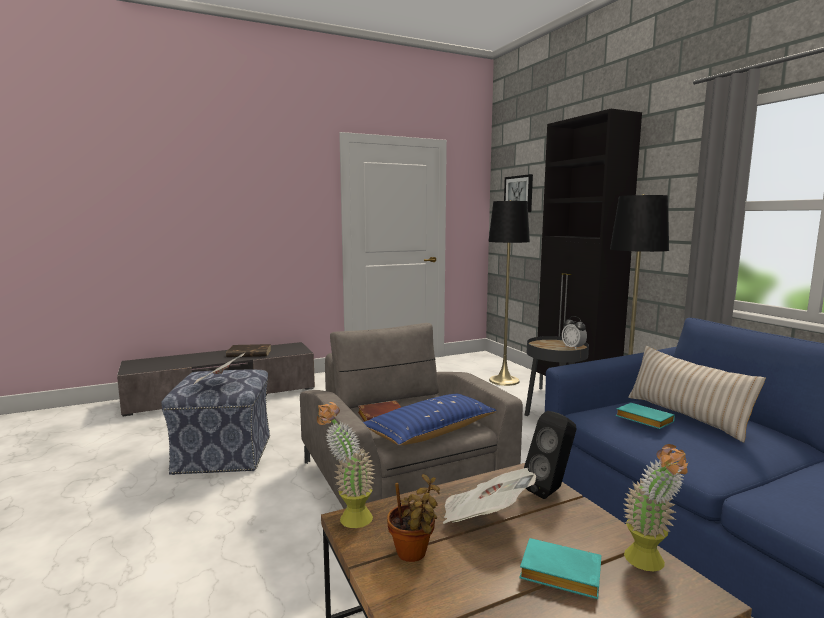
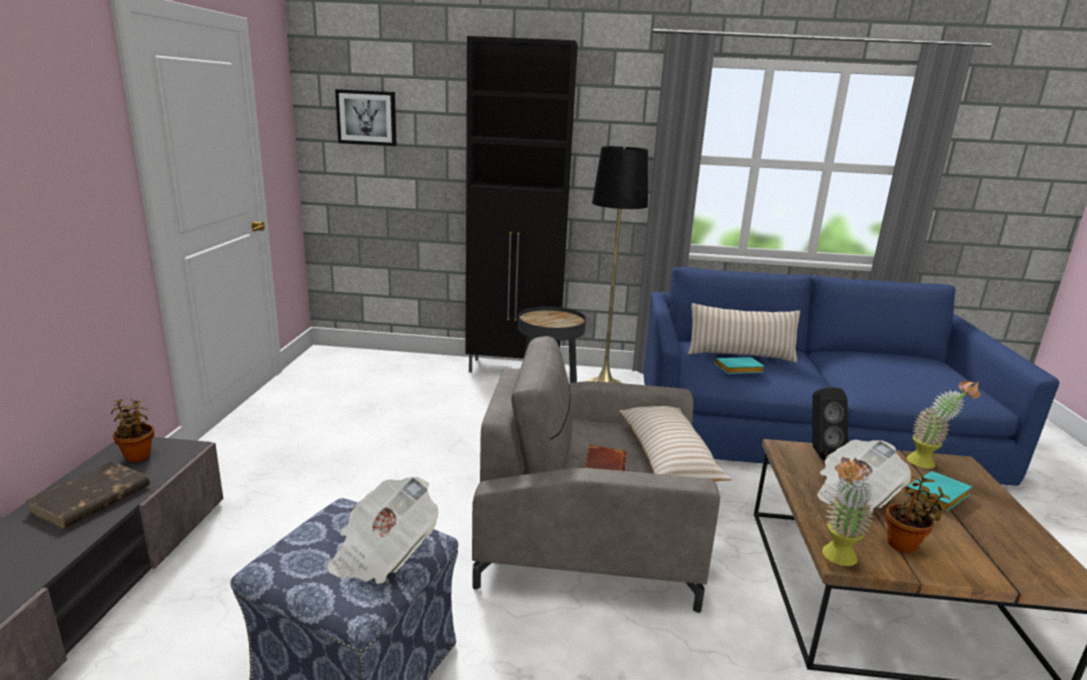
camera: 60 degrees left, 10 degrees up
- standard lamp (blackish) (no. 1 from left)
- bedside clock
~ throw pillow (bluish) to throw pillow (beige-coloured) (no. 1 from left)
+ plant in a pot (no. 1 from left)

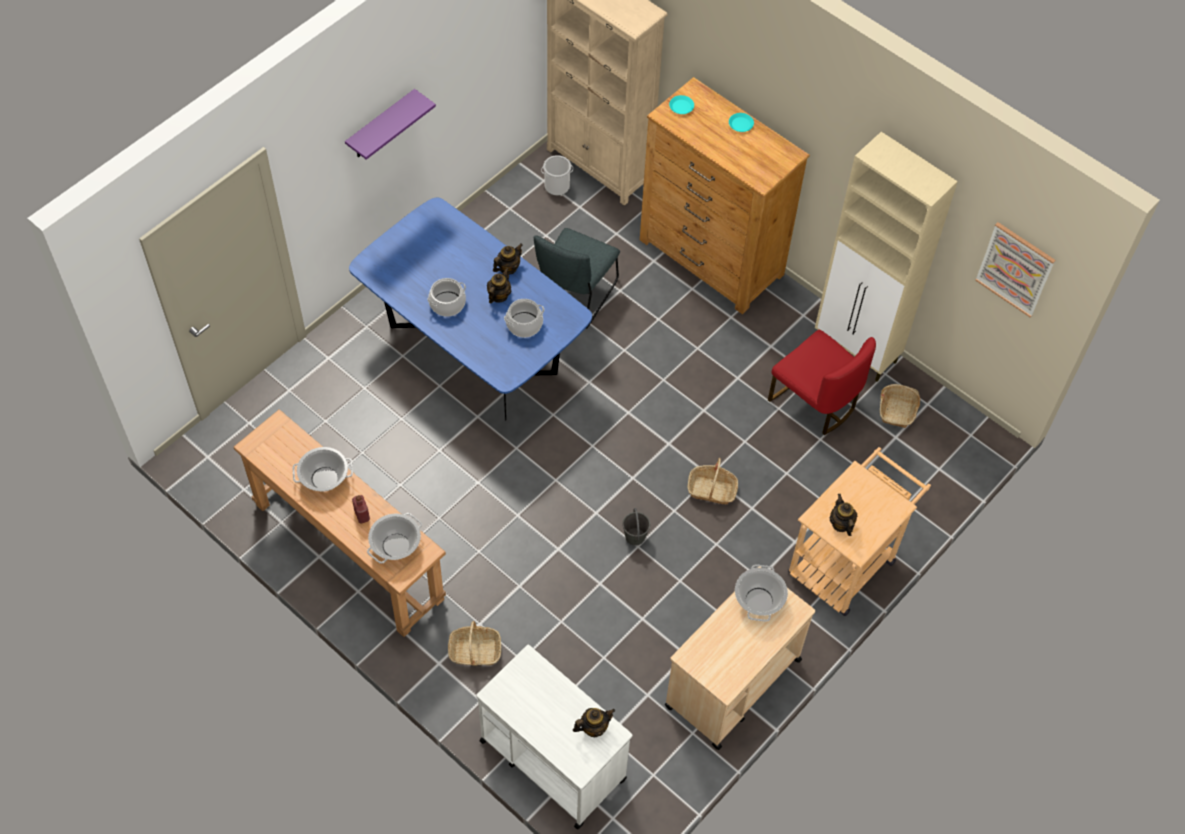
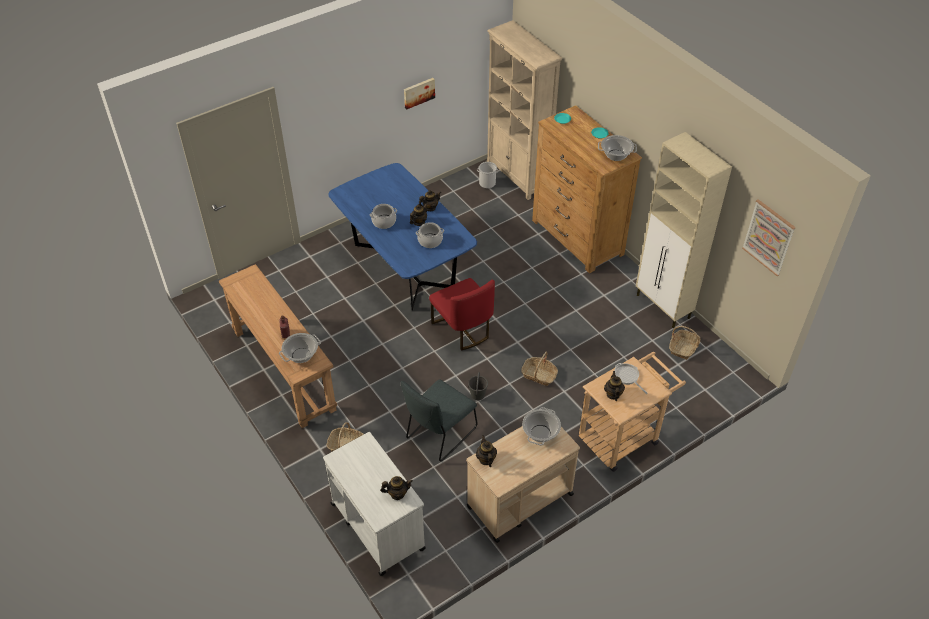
camera: 15 degrees right, 10 degrees down
- wall shelf (purple-coloured)
~ plain chair (greyish)
~ plain chair (red)
~ cooking pot (no. 1 from left in the first image) to cooking pot (no. 5 from left)
+ wall picture (no. 1 from left)
+ skillet
+ pot for tea (no. 4 from left)

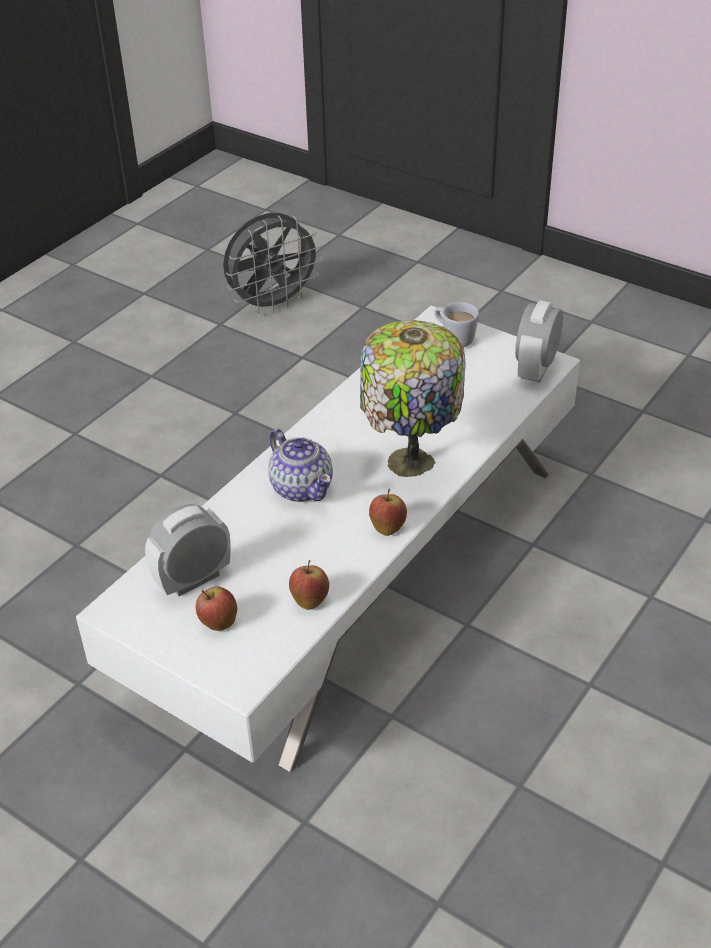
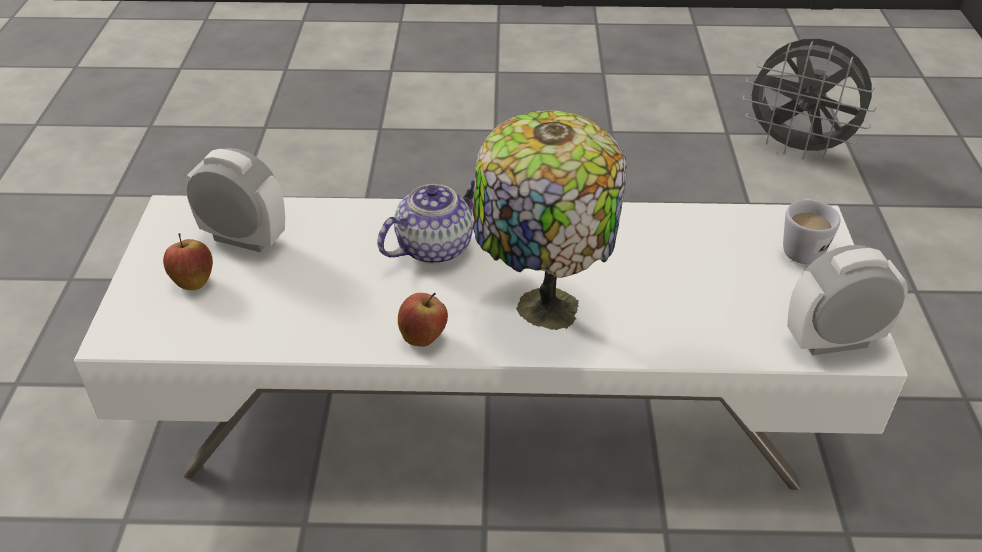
camera: 55 degrees right, 0 degrees up
~ pot for tea 150 degrees counterclockwise
- whole apple (no. 2 from left)

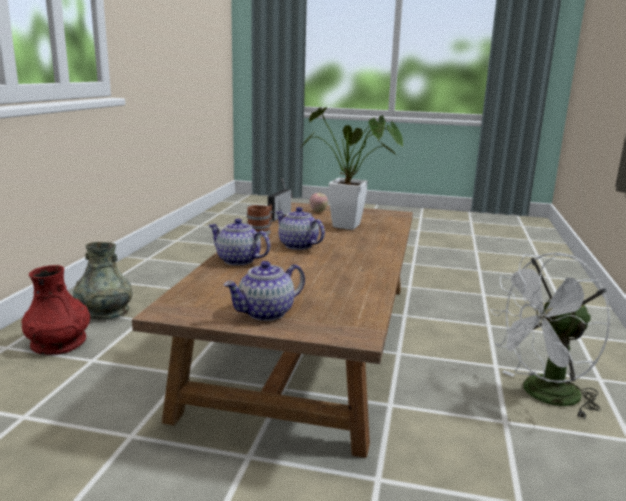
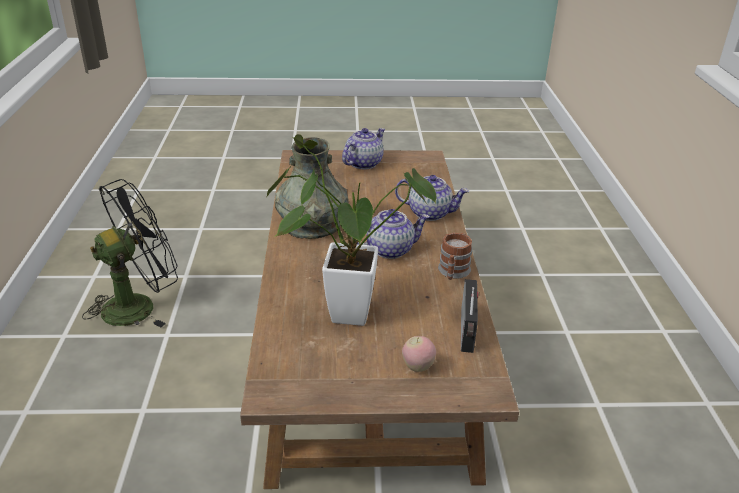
camera: 165 degrees right, 15 degrees up
~ pot for tea (no. 3 from left in the first image) 45 degrees counterclockwise
~ vase (greyish)
~ fan (whitish) to fan (blackish)
- vase (red)

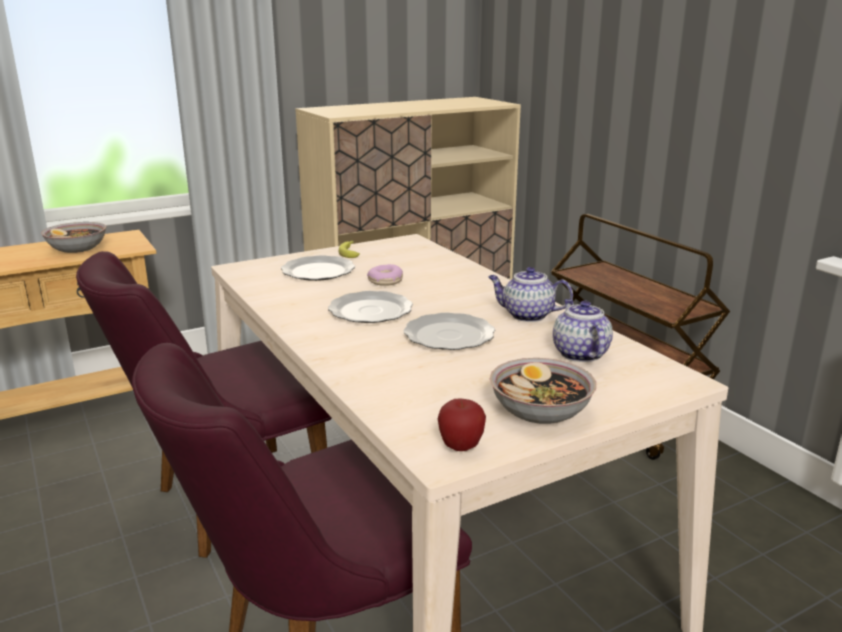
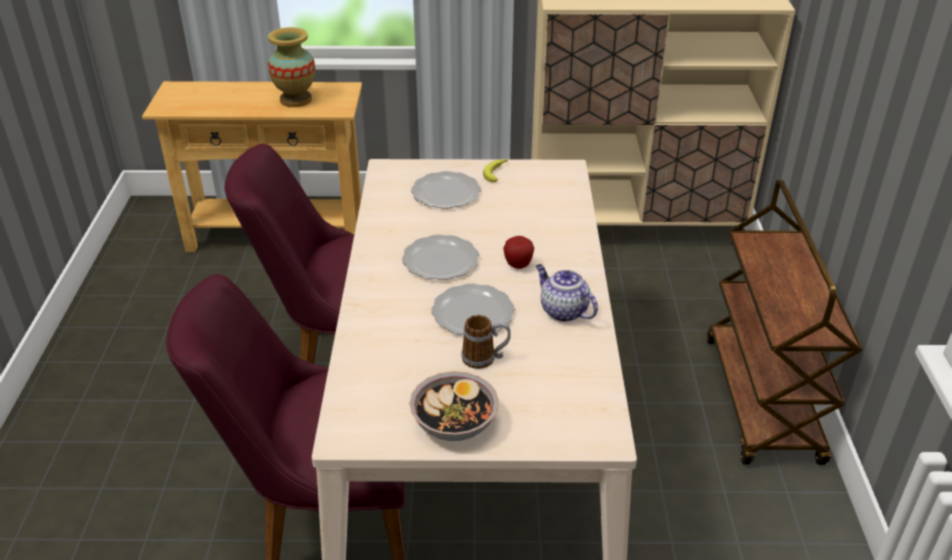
camera: 30 degrees right, 15 degrees up
~ serving bowl (no. 1 from left) to vase
- donut
- pot for tea (no. 2 from left)
~ whole apple
+ tea mug

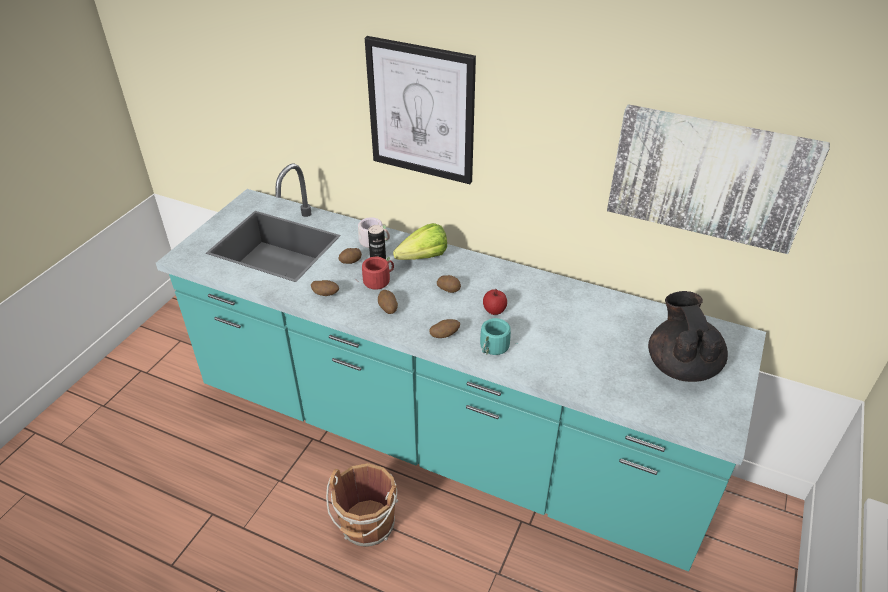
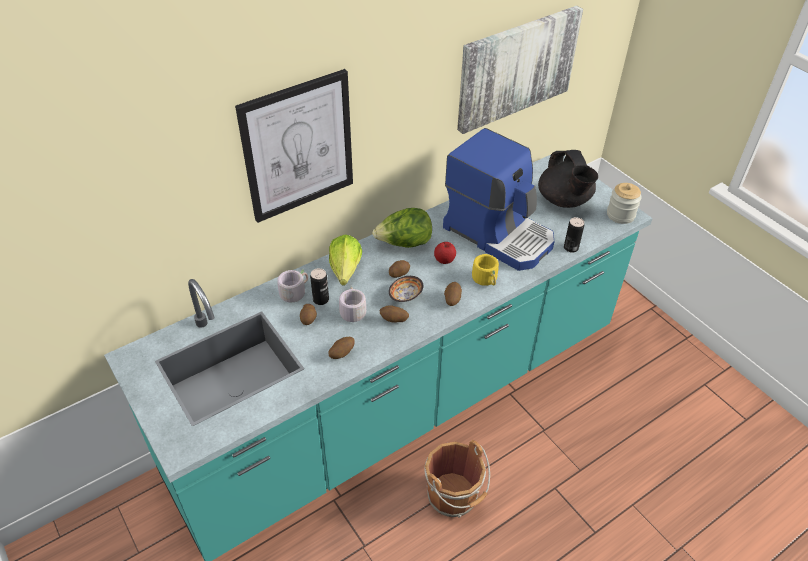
camera: 60 degrees left, 5 degrees up
~ tea mug (red) to tea mug (greyish) (no. 2 from left)
~ pot for tea (blackish) 135 degrees counterclockwise
~ tea mug (turquoise-coloured) to tea mug (yellowish)
+ coffee brewer
+ jar
+ lettuce head (no. 2 from left)
+ can (no. 2 from left)
+ serving bowl

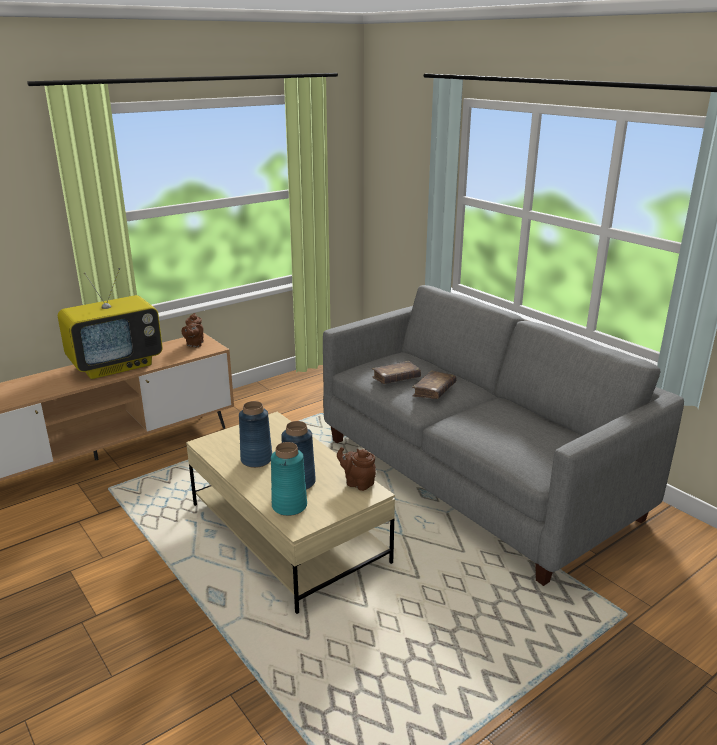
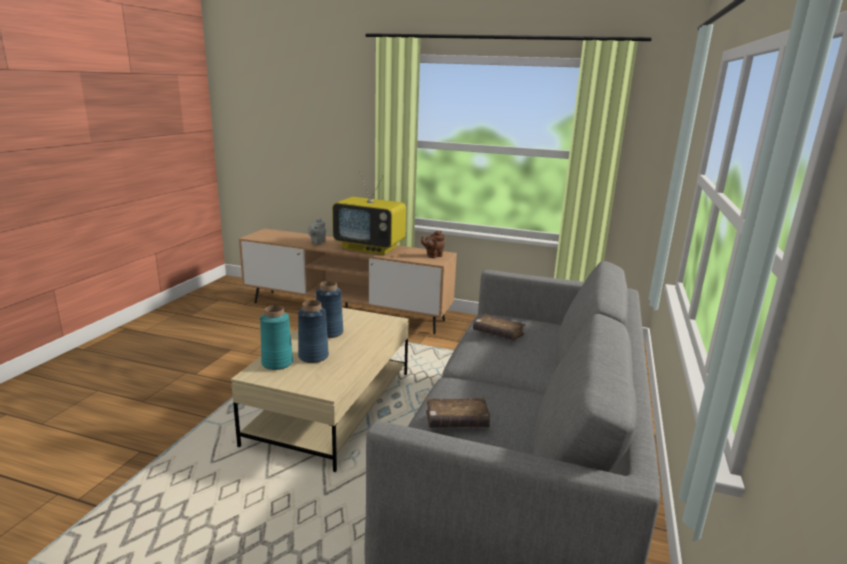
camera: 55 degrees right, 5 degrees down
~ bound book (brown) (no. 2 from left in the first image) to bound book (brown) (no. 1 from left)
- pot for tea (brown) (no. 2 from left)
+ pot for tea (greyish)

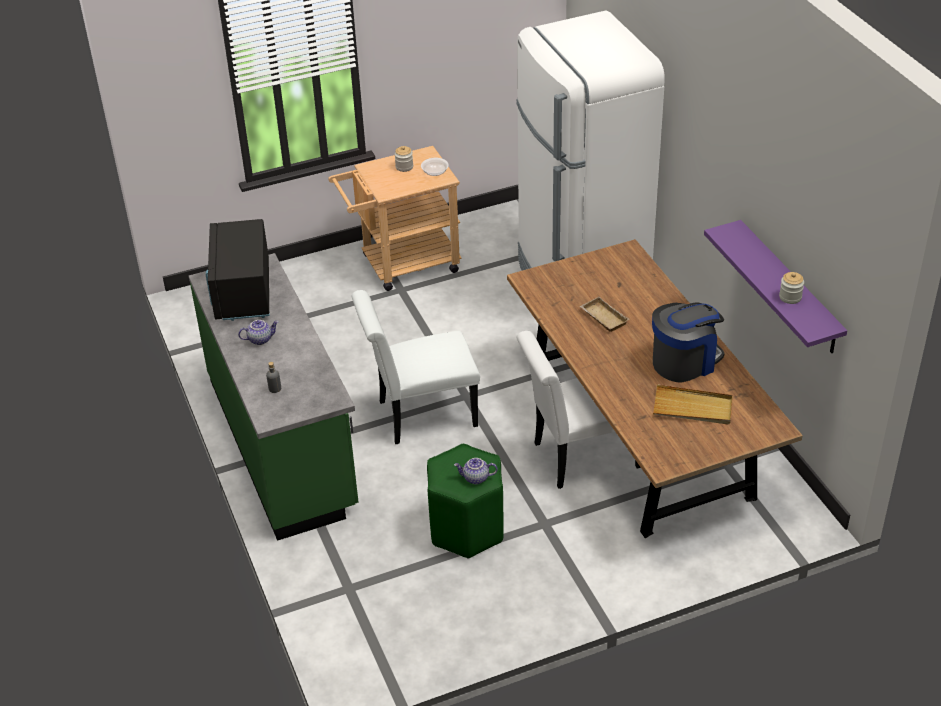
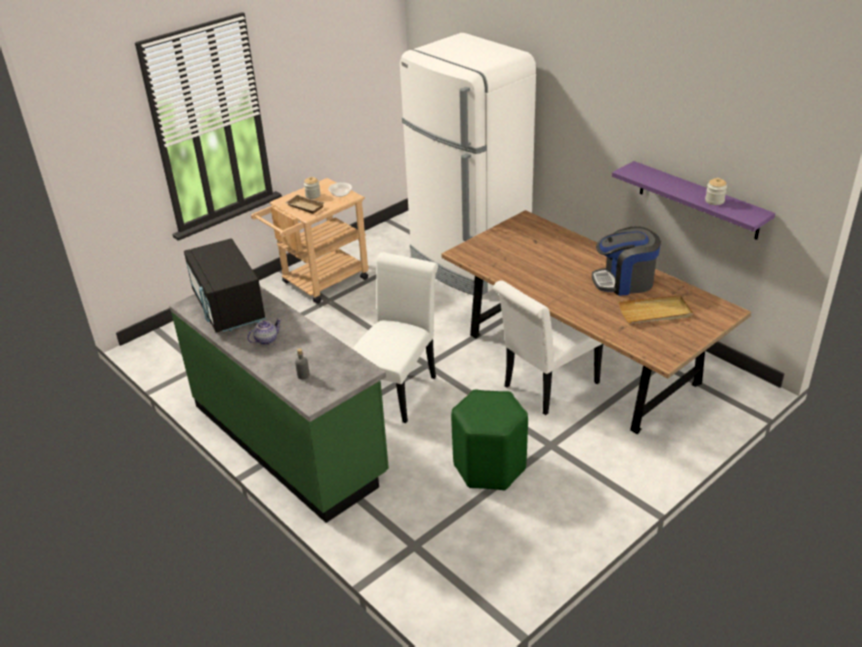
camera: 20 degrees left, 5 degrees down
~ plain chair (whitish) (no. 1 from left) 150 degrees clockwise
~ tray (beige-coloured) (no. 1 from left)
~ coffee brewer 135 degrees counterclockwise
- pot for tea (no. 2 from left)

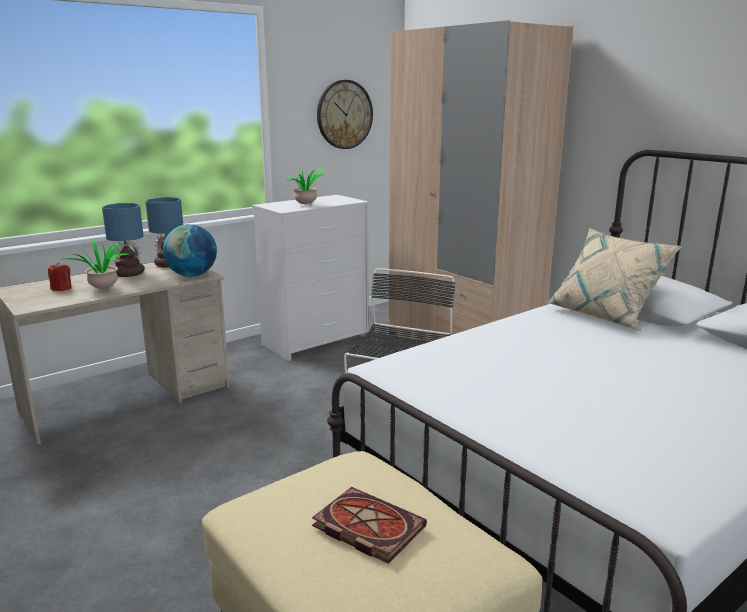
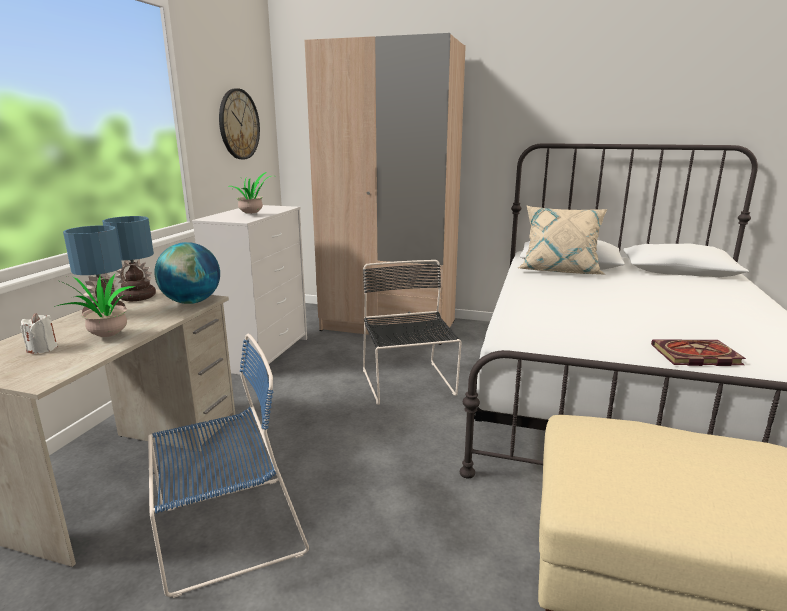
camera: 35 degrees left, 0 degrees up
~ wax candle (red) to wax candle (whitish)
~ bound book
+ plain chair (bluish)

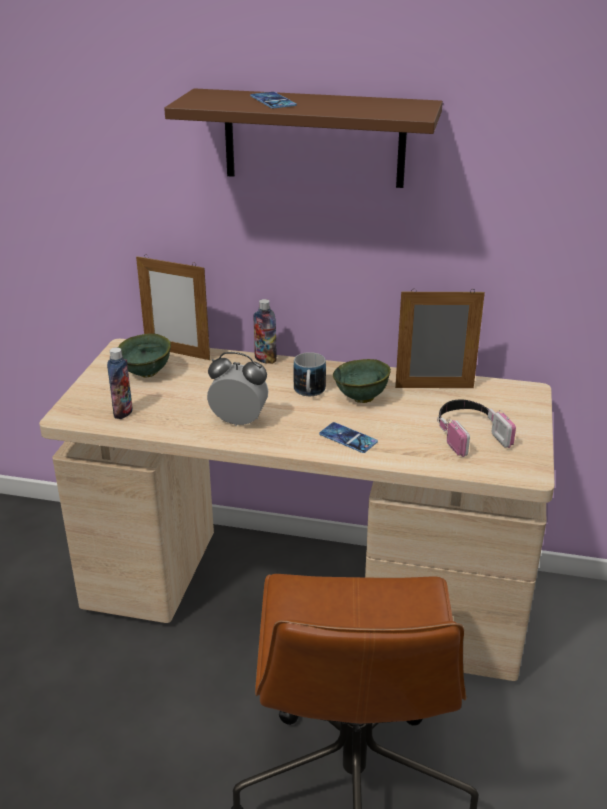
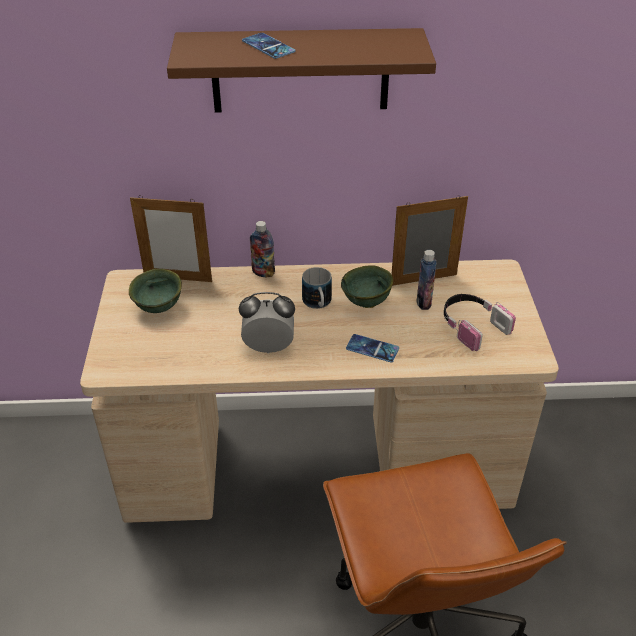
camera: 15 degrees left, 10 degrees up
~ bottle (no. 1 from left in the first image) to bottle (no. 2 from left)

